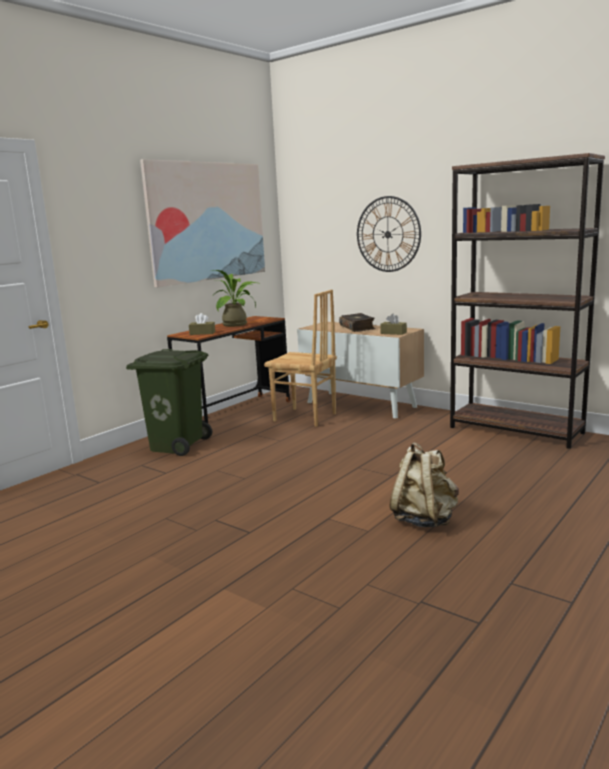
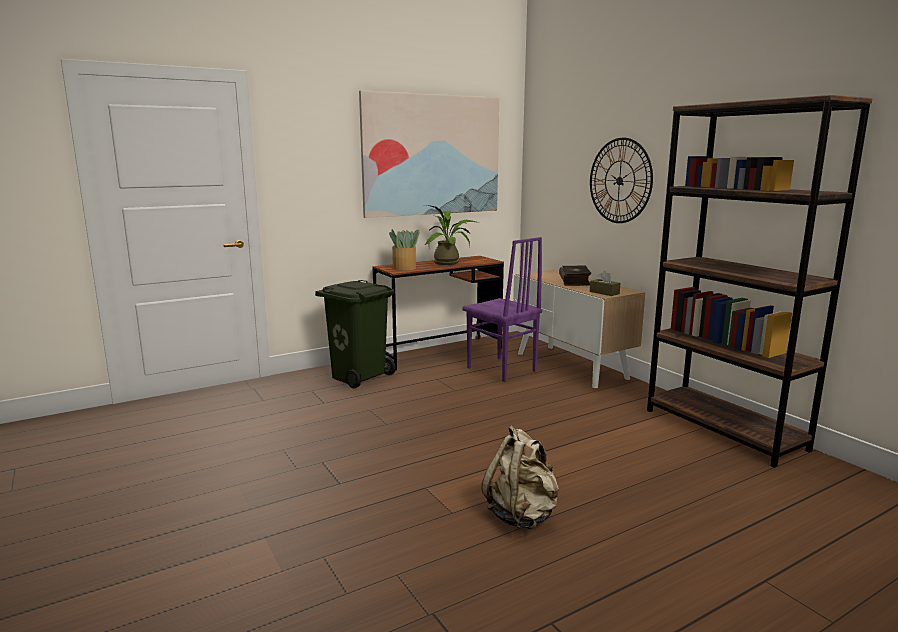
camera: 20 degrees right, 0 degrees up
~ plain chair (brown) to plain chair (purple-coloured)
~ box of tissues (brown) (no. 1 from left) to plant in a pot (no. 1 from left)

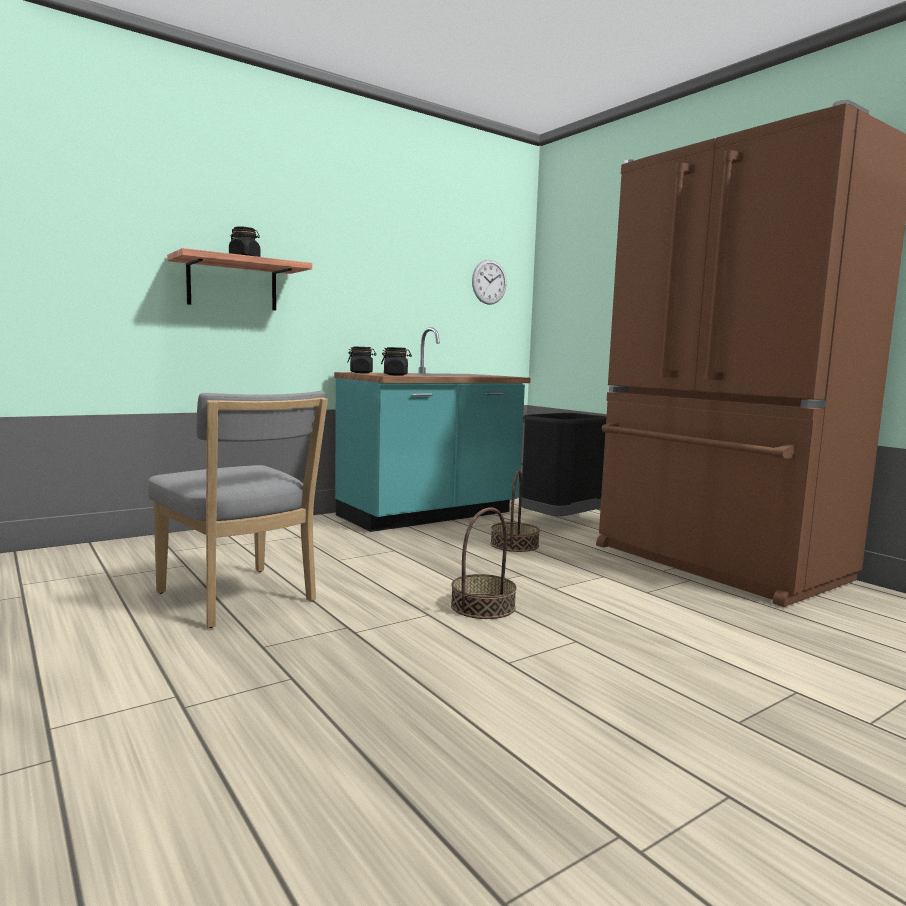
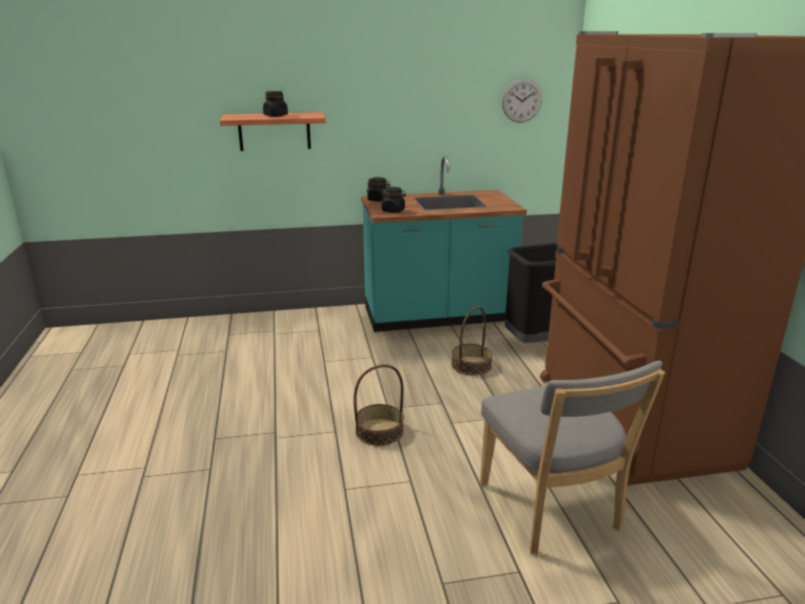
camera: 25 degrees right, 15 degrees up
~ plain chair (greyish)

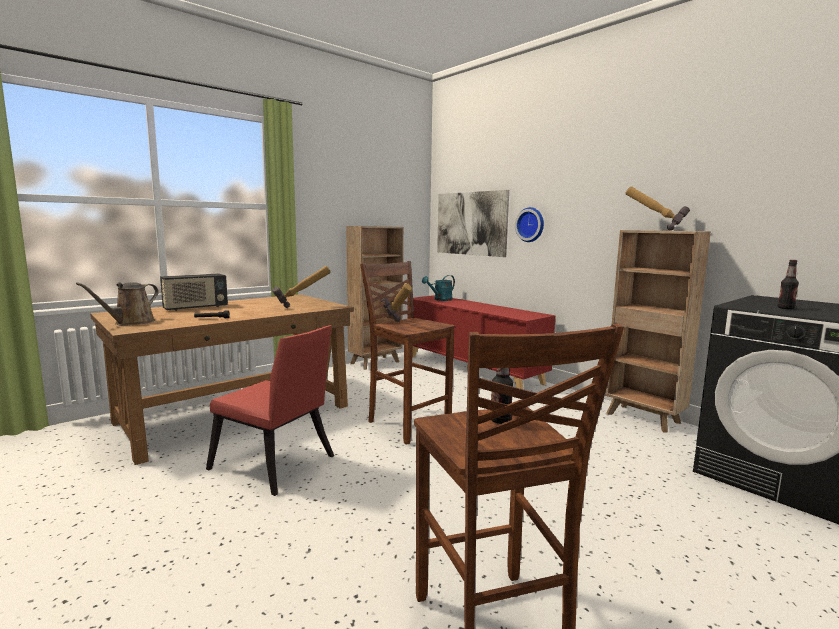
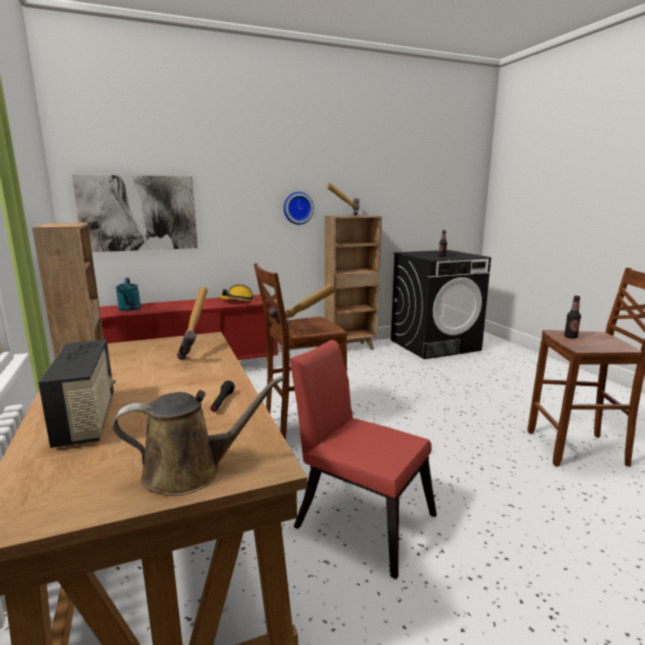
camera: 70 degrees left, 5 degrees up
~ hanging clock
~ sprinkling can (brown) 60 degrees counterclockwise
~ plain chair (red) 105 degrees counterclockwise
+ safety helmet

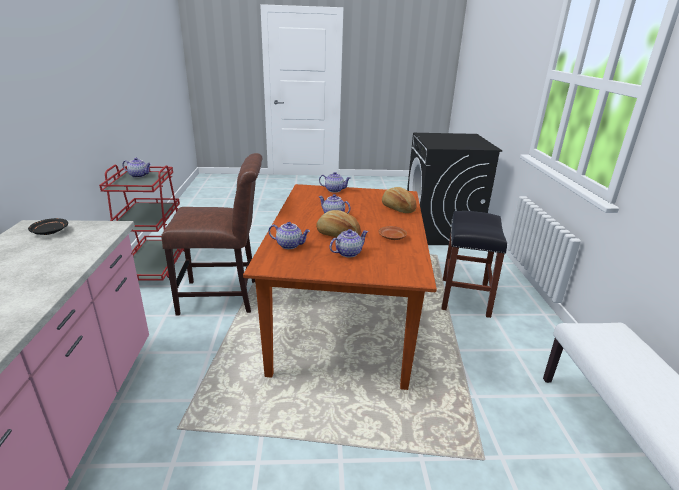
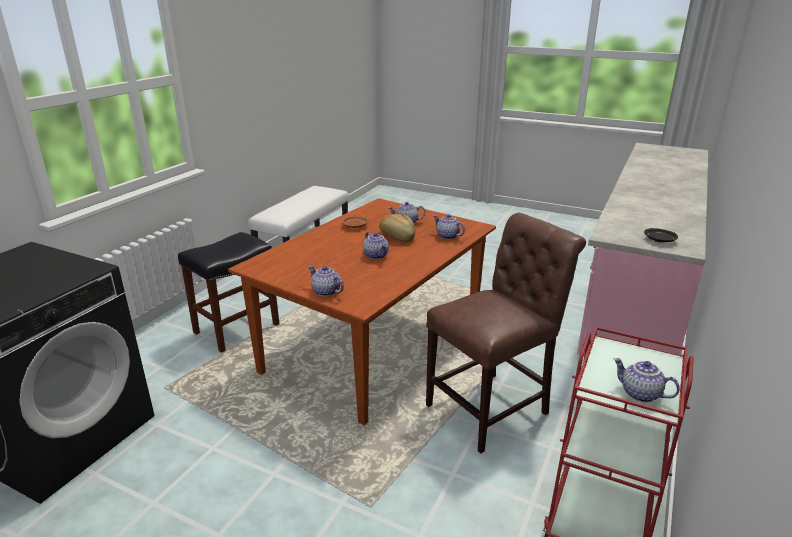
camera: 150 degrees left, 0 degrees up
~ plain chair (brown) 120 degrees clockwise
- baked bread (no. 2 from left)

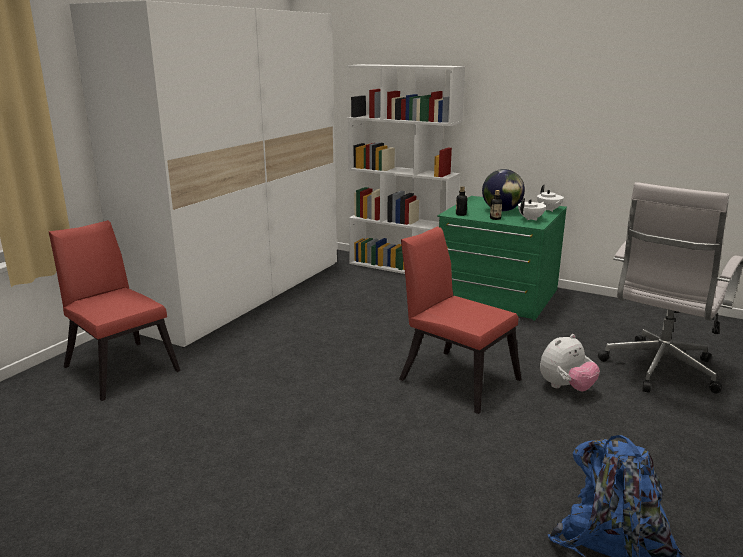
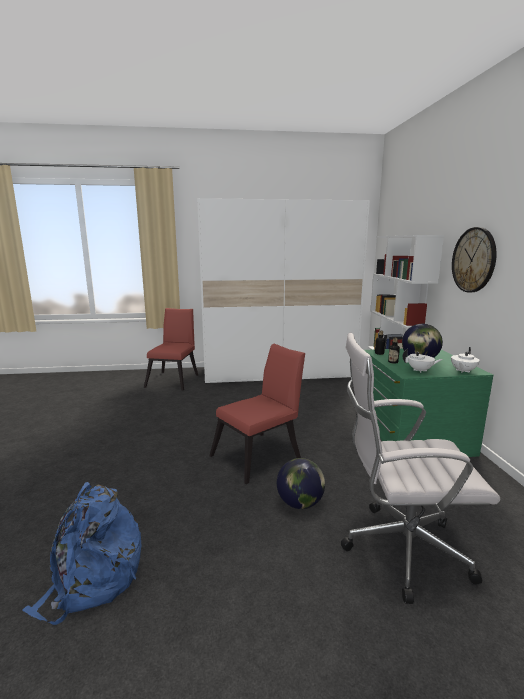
camera: 55 degrees right, 5 degrees down
~ plain chair (red) (no. 2 from left) 45 degrees clockwise
~ cuddly toy to world globe (no. 1 from left)
+ hanging clock

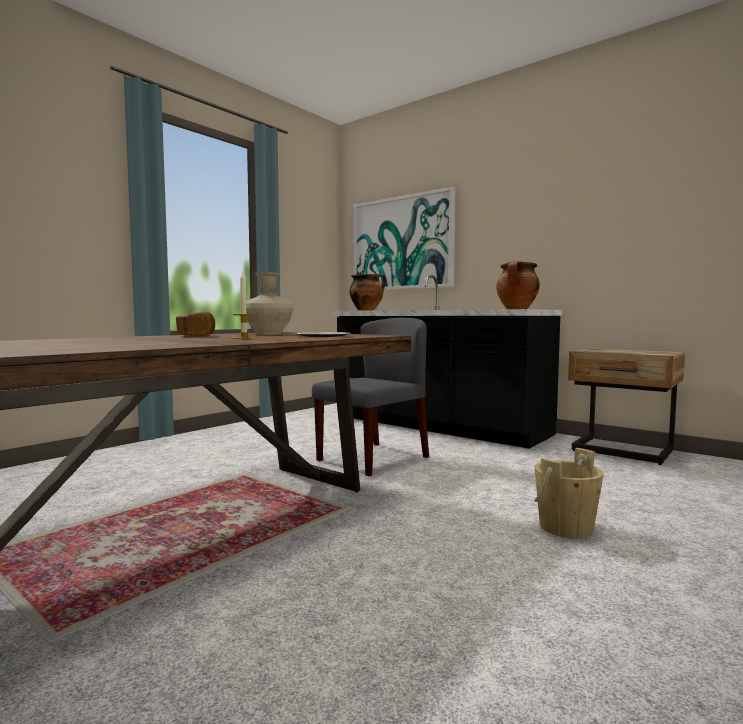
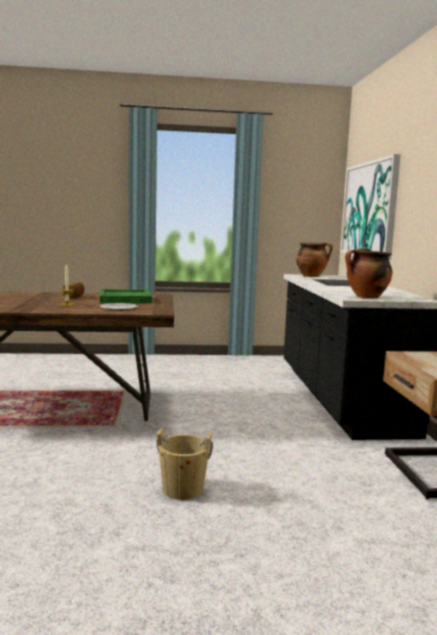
camera: 45 degrees right, 5 degrees up
~ vase (beige-coloured) to tray (green)
- plain chair (greyish)

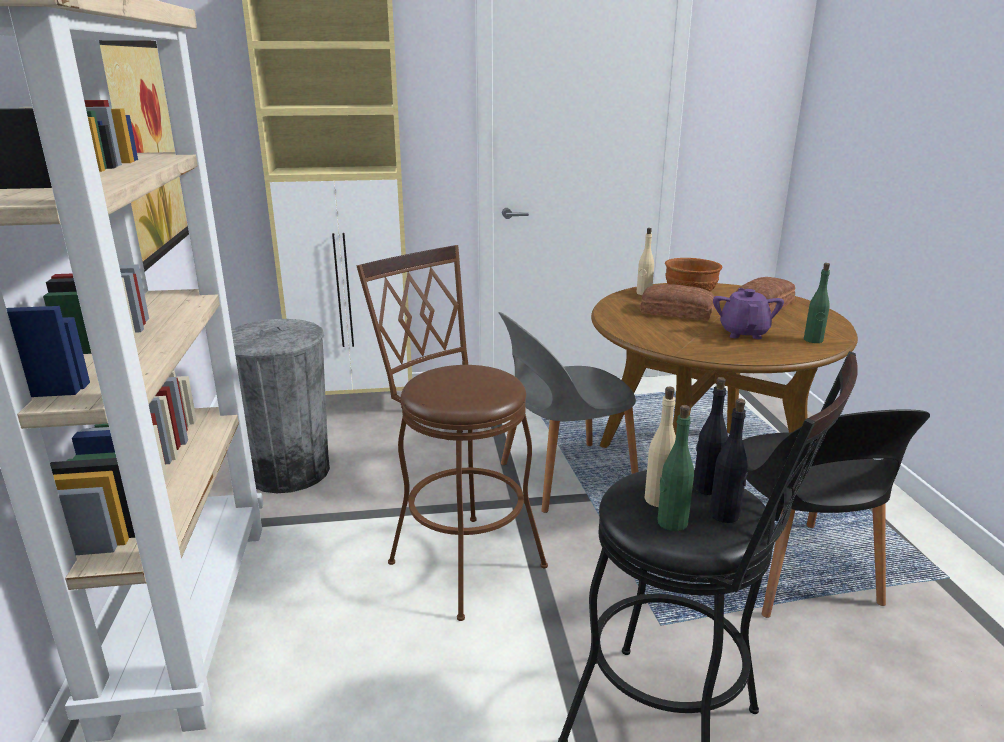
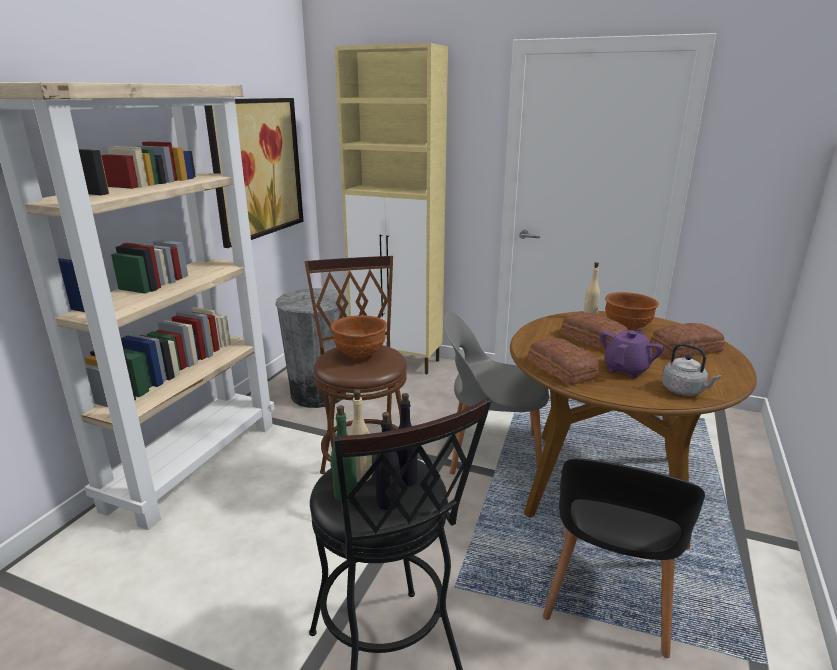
camera: 30 degrees right, 0 degrees up
~ bottle (green) (no. 2 from left) to kettle (greyish)
+ serving bowl (brown) (no. 1 from left)
+ baked bread (no. 1 from left)

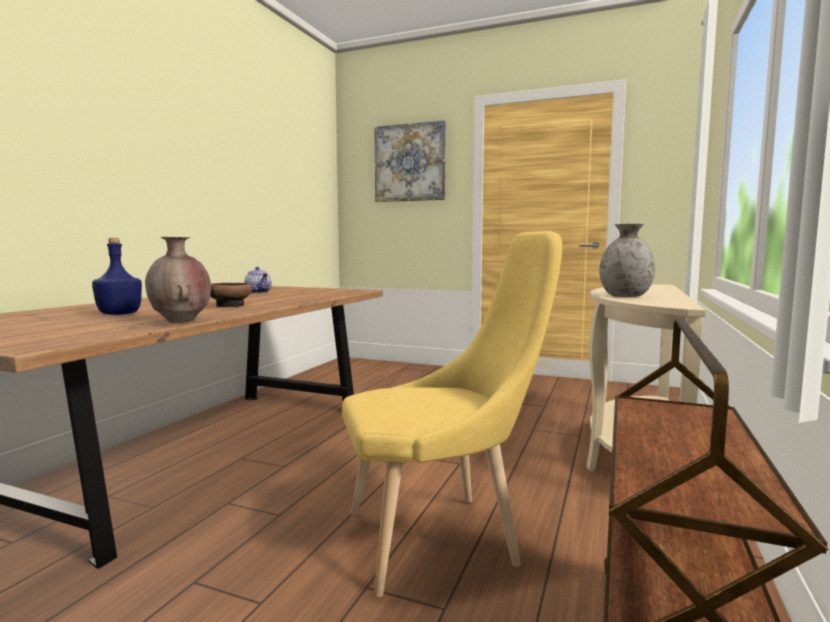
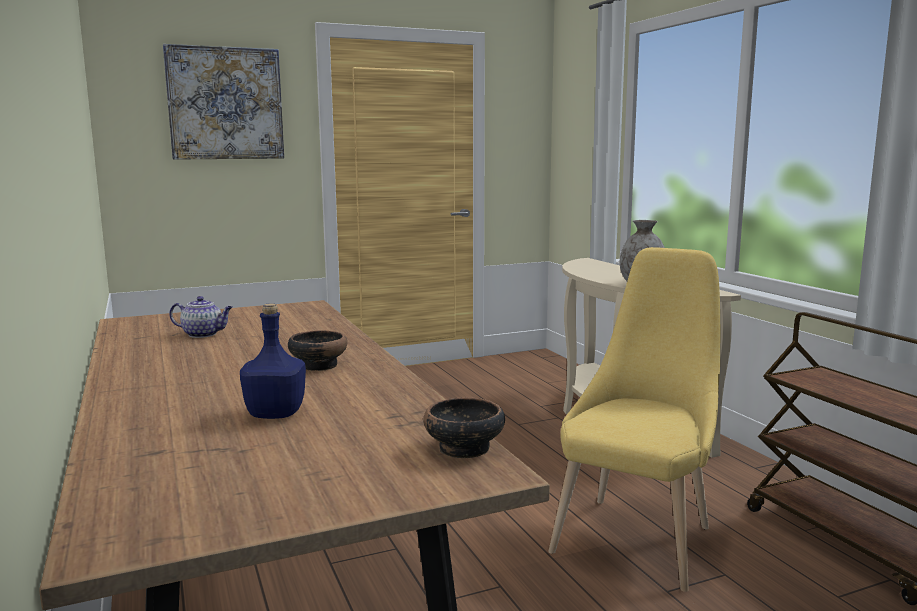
camera: 45 degrees left, 5 degrees up
- vase (brown)
+ serving bowl (no. 2 from left)

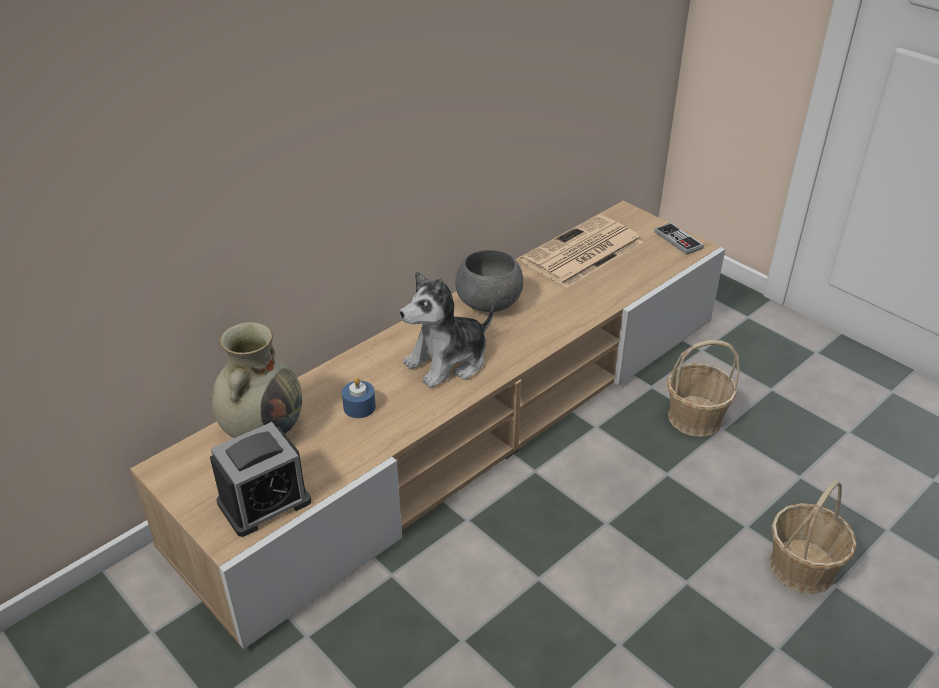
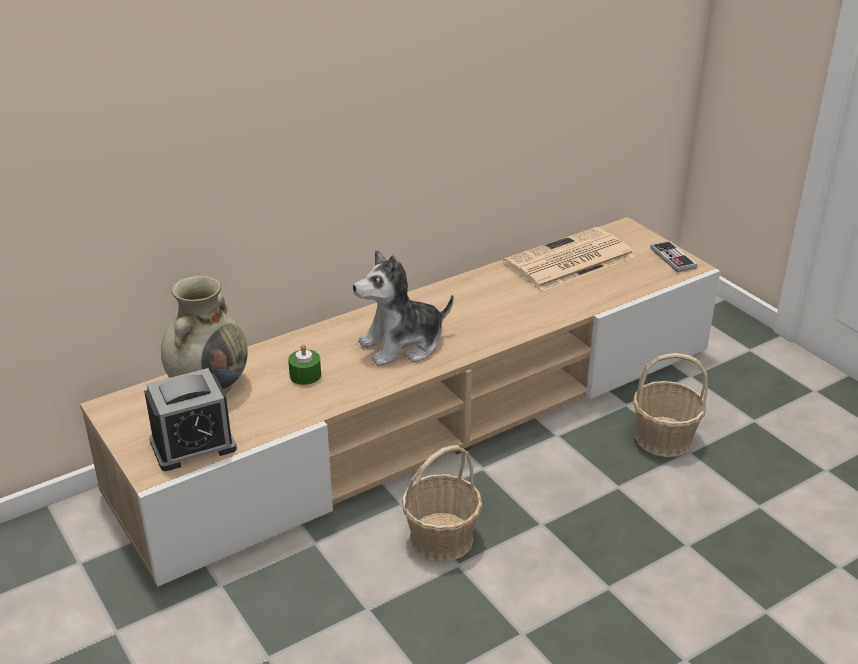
camera: 10 degrees right, 5 degrees down
- serving bowl (greyish)
~ wax candle (bluish) to wax candle (green)
~ basket (no. 2 from left in the first image) to basket (no. 1 from left)

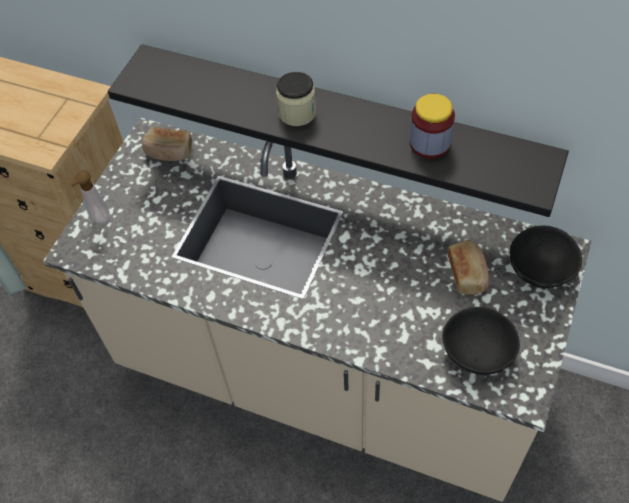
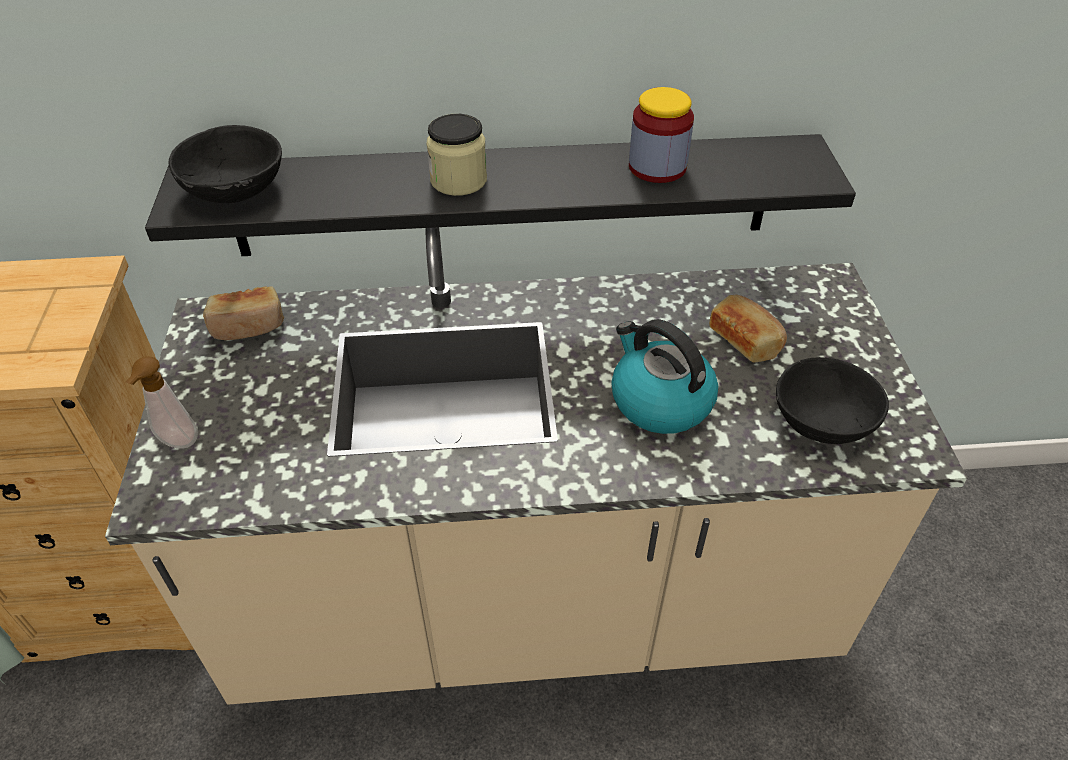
camera: 30 degrees left, 10 degrees down
~ serving bowl (blackish) (no. 2 from left in the first image) to serving bowl (blackish) (no. 1 from left)
+ kettle

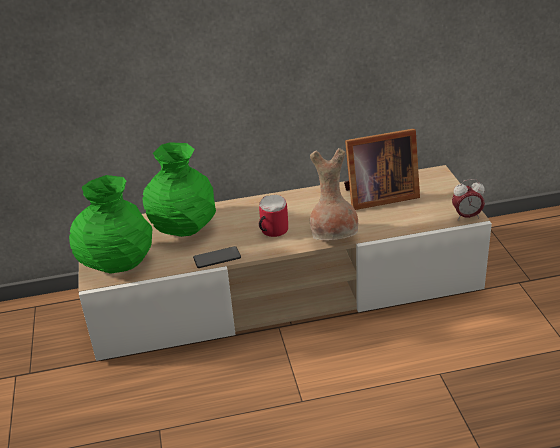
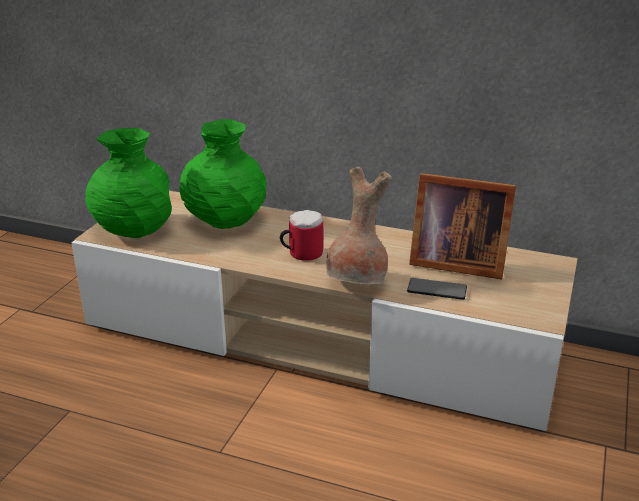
camera: 30 degrees right, 5 degrees down
- bedside clock
~ telephone

